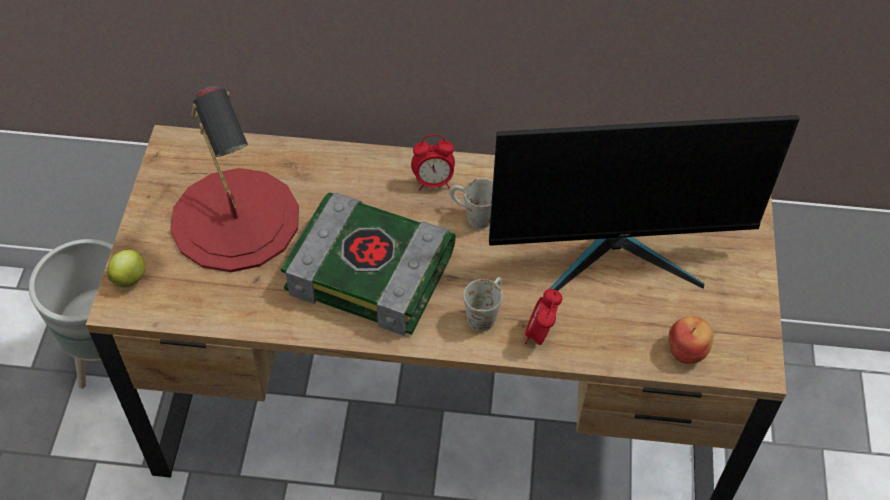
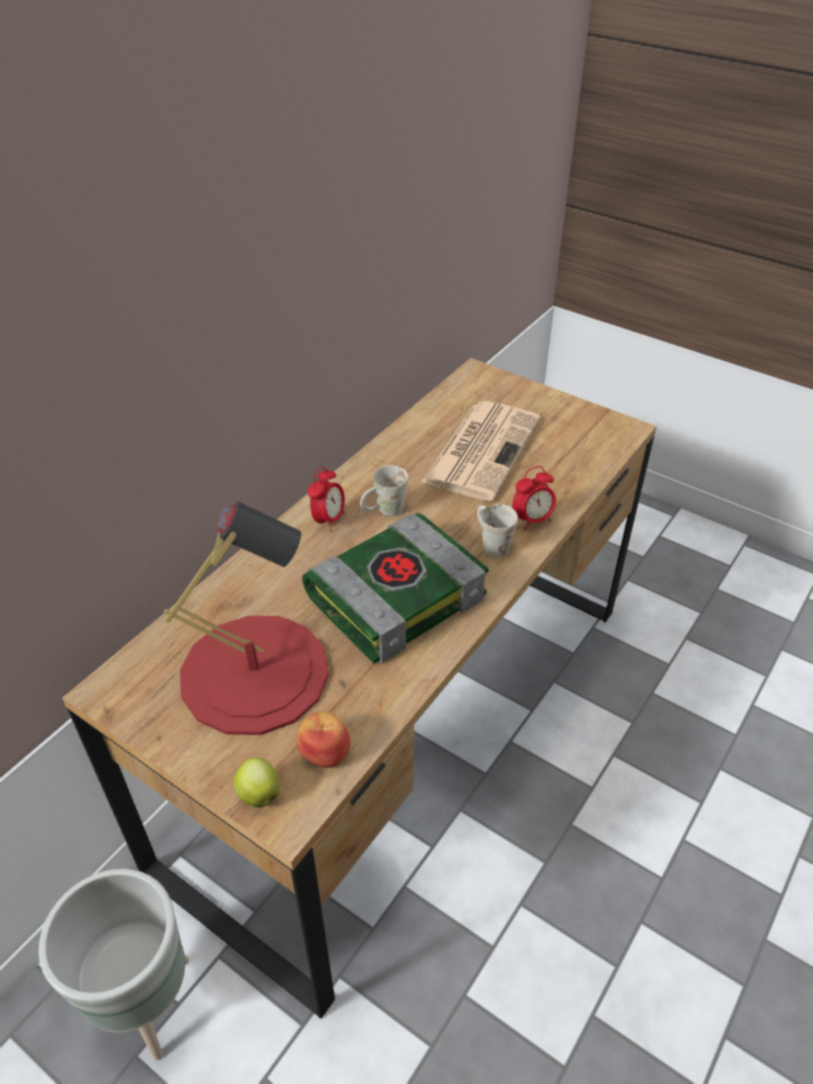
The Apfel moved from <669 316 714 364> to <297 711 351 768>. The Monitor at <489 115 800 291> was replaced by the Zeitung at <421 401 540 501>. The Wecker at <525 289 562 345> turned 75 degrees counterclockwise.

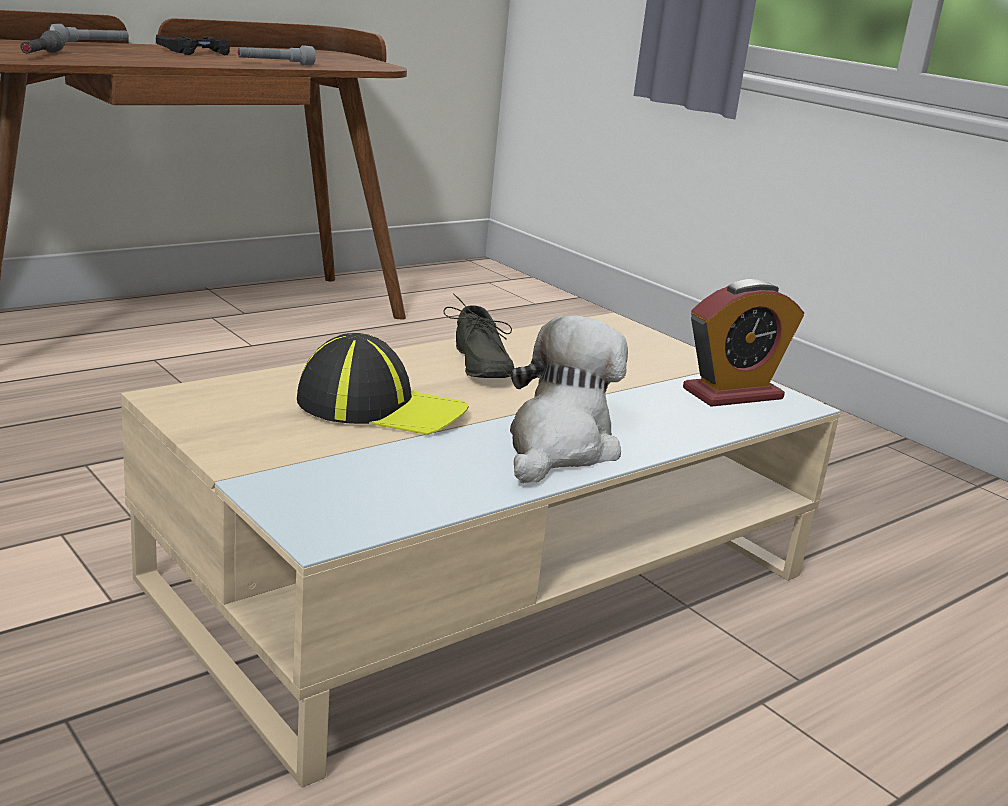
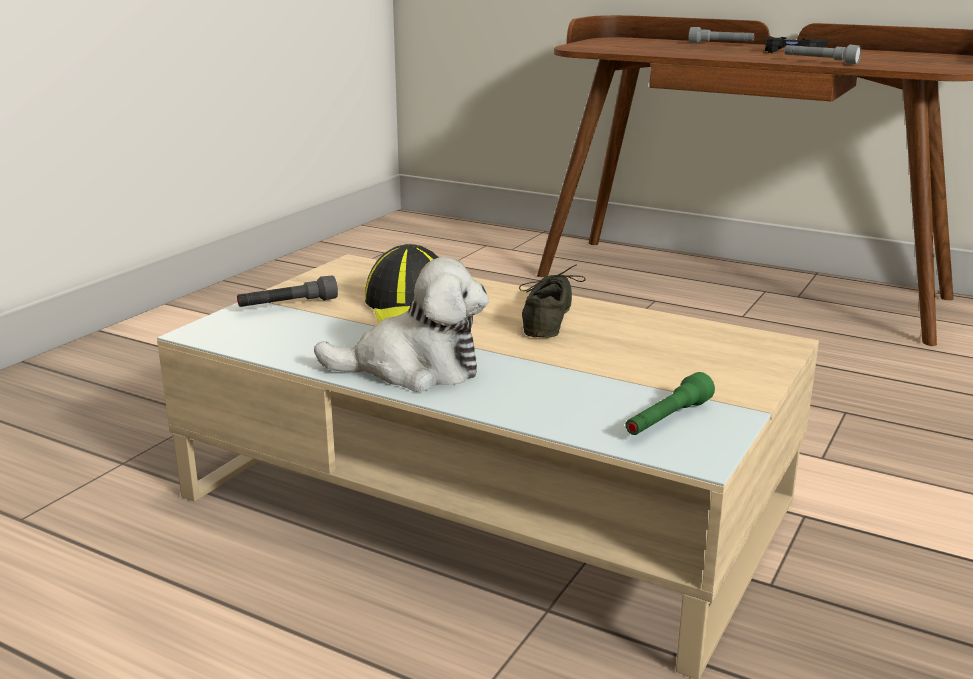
The Taschenlampe (grau) moved from <20 30 65 54> to <237 275 338 307>. The Schuh (grau) at <444 293 514 378> turned 135 degrees clockwise. The Wecker at <683 279 804 407> was replaced by the Taschenlampe (grün) at <625 372 715 435>.

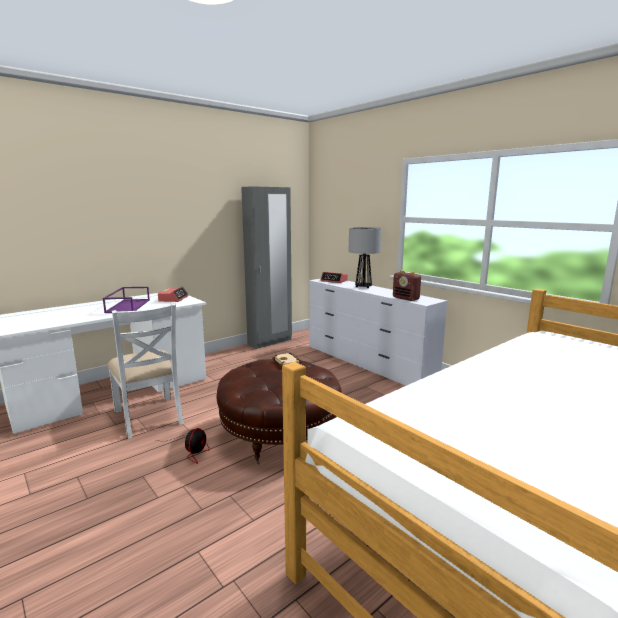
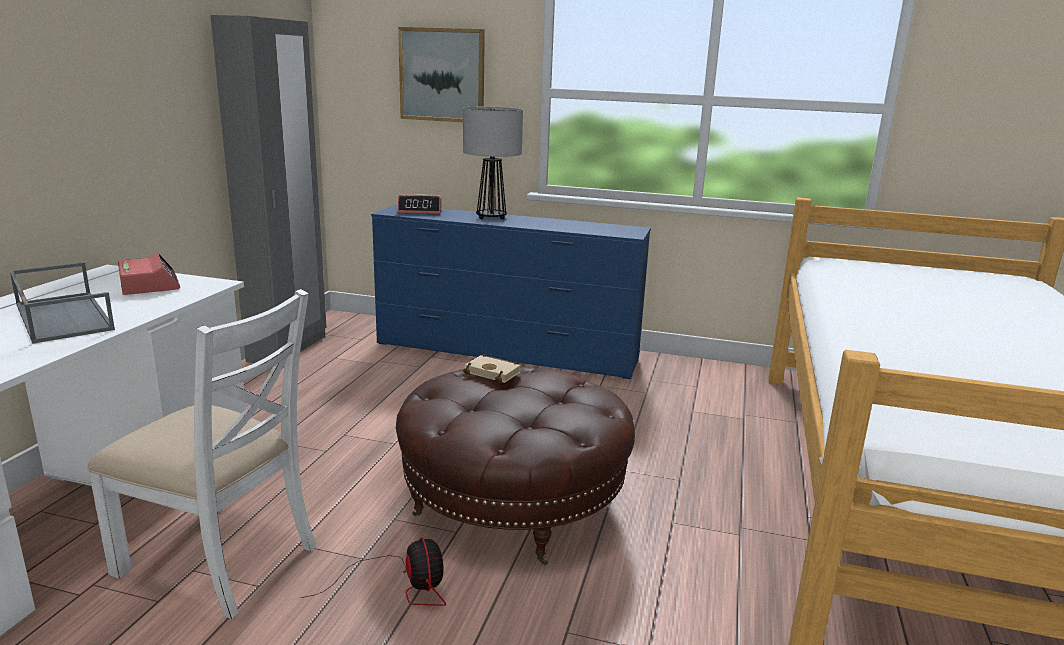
The Tablett (lila) at <103 287 150 313> became the Tablett (grau) at <10 262 115 344>. The Kommode (weiß) at <309 279 448 386> became the Kommode (blau) at <371 205 651 379>. The Bild at <398 27 485 122> appeared. The Radio at <393 270 421 301> disappeared.

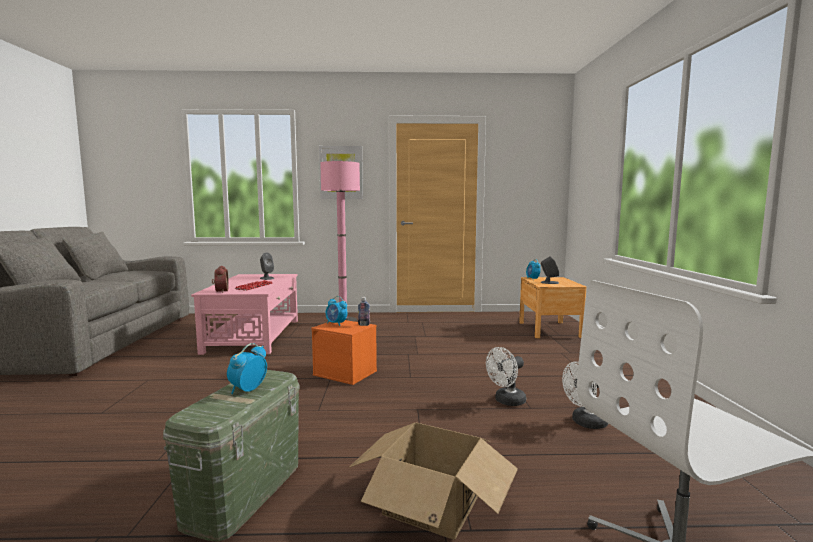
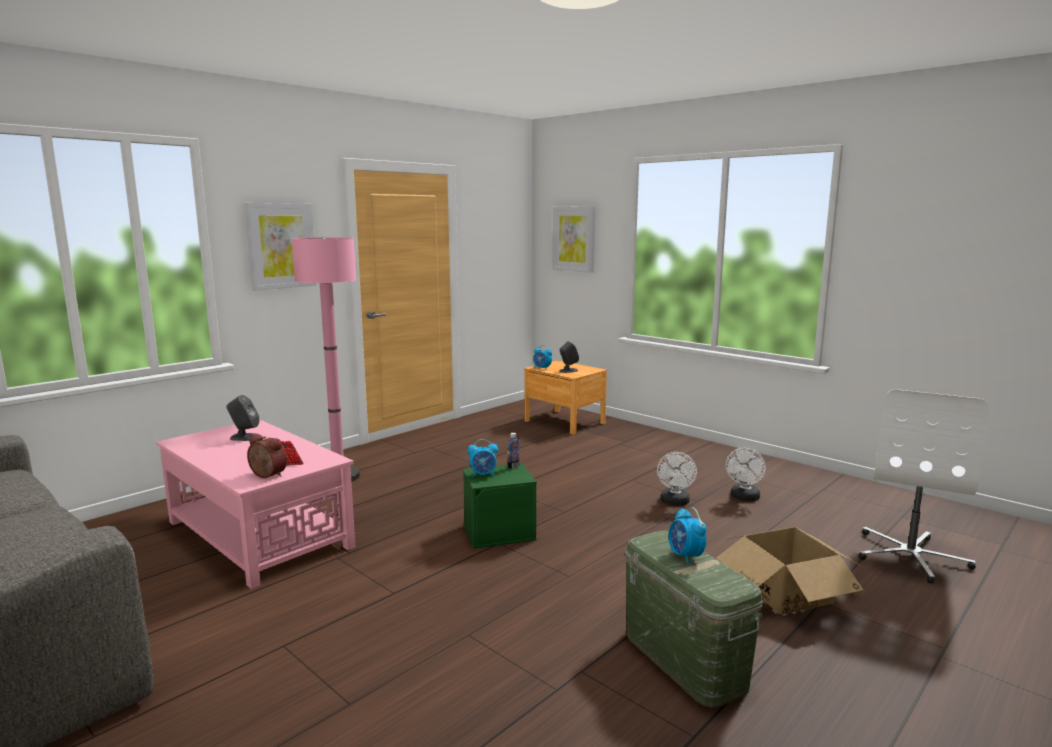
The Aufbewahrungsbox (orange) at <311 320 377 385> became the Aufbewahrungsbox (grün) at <463 463 537 548>. The Bild at <552 206 595 273> appeared.

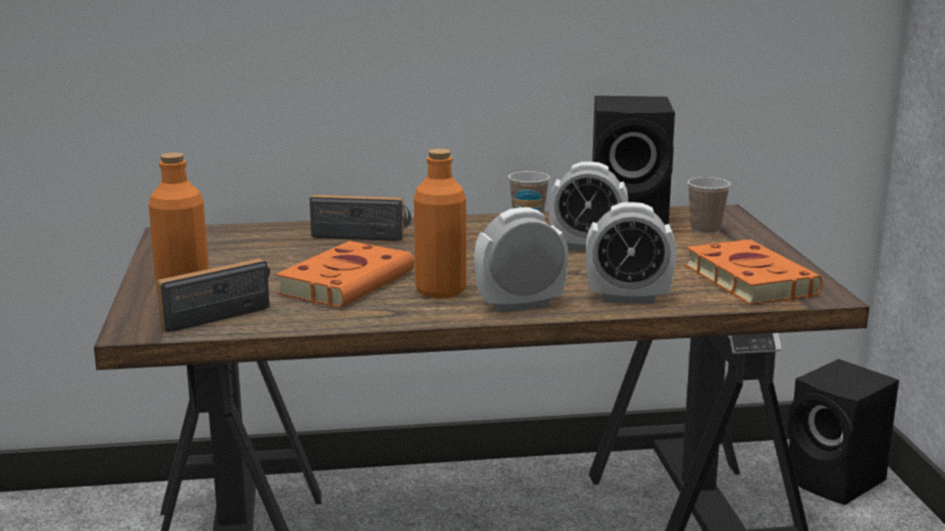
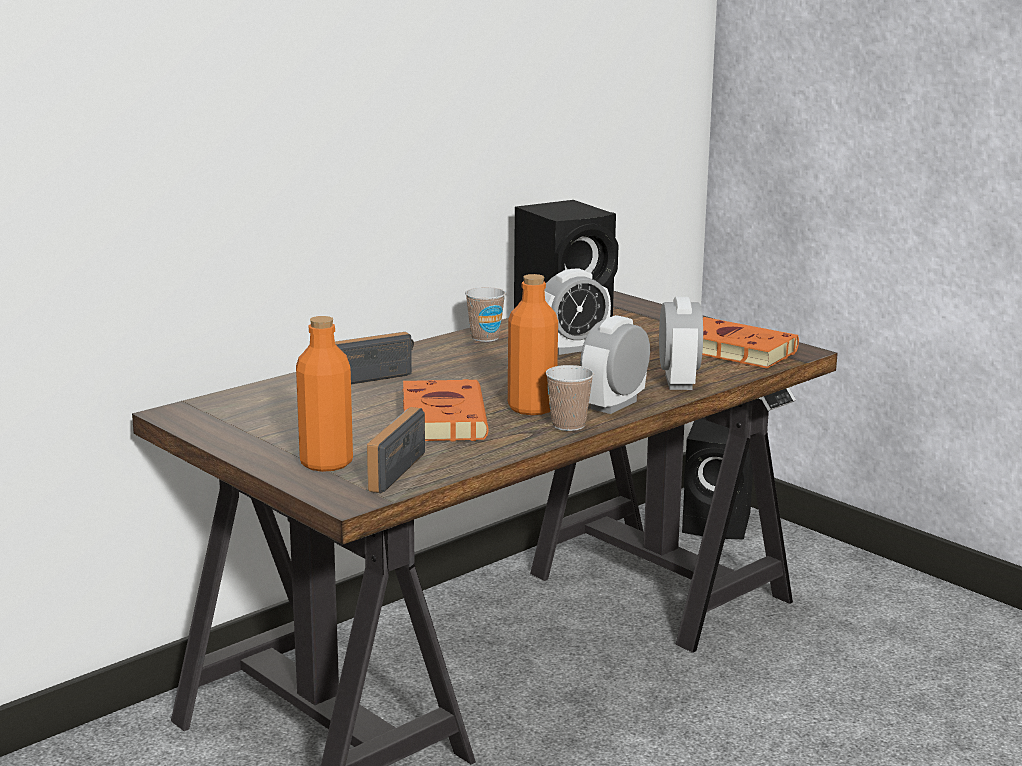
The Tasse moved from <687 177 731 234> to <546 365 594 431>. The Wecker at <586 202 676 304> turned 60 degrees counterclockwise.

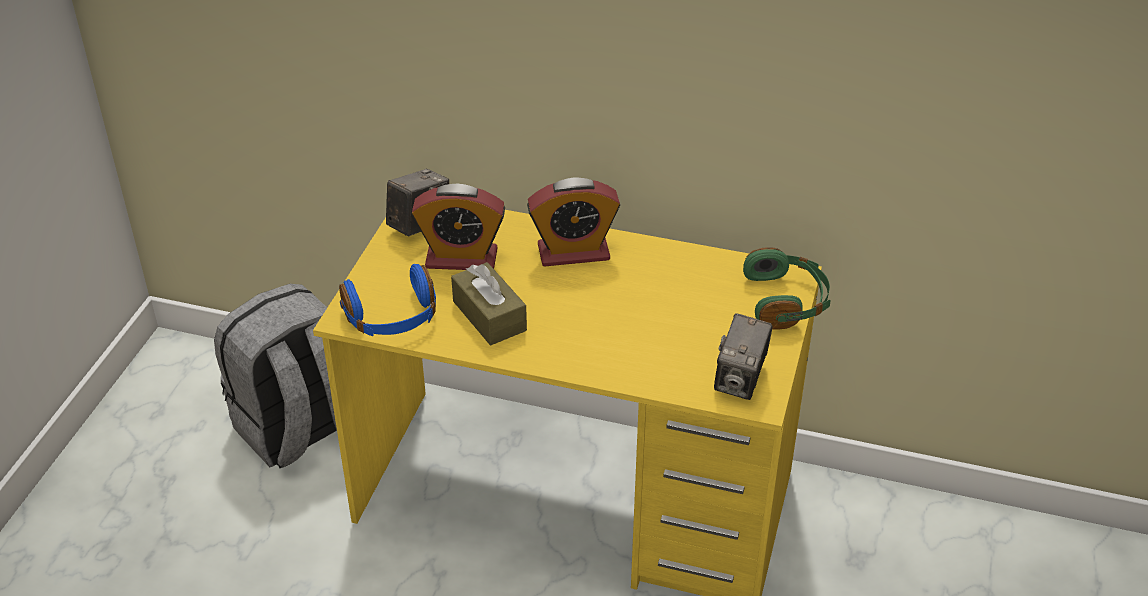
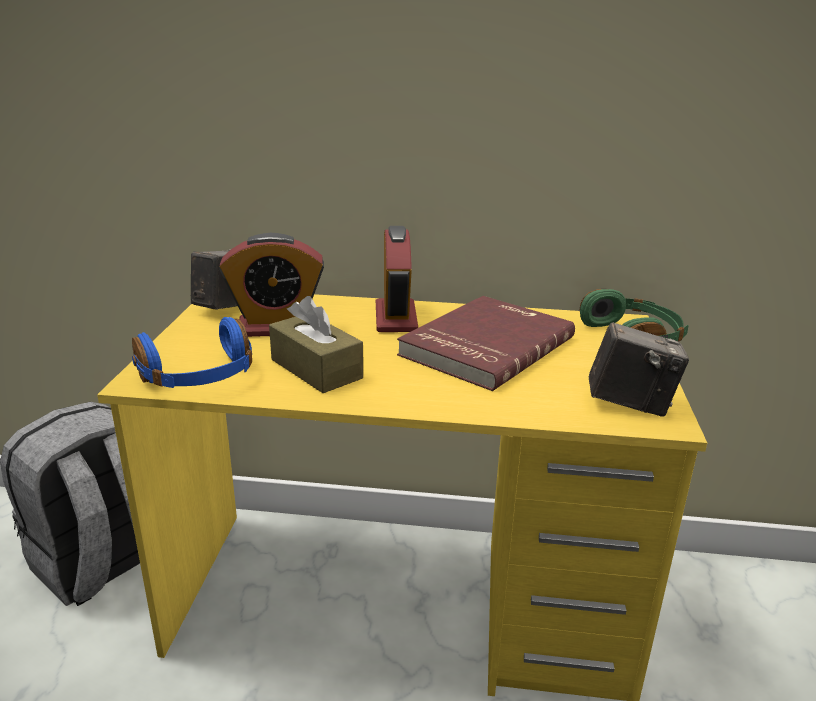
The Wecker at <527 178 620 267> turned 75 degrees counterclockwise. The Buch (rot) at <397 296 575 391> appeared. The Kamera at <714 313 772 400> turned 90 degrees counterclockwise.

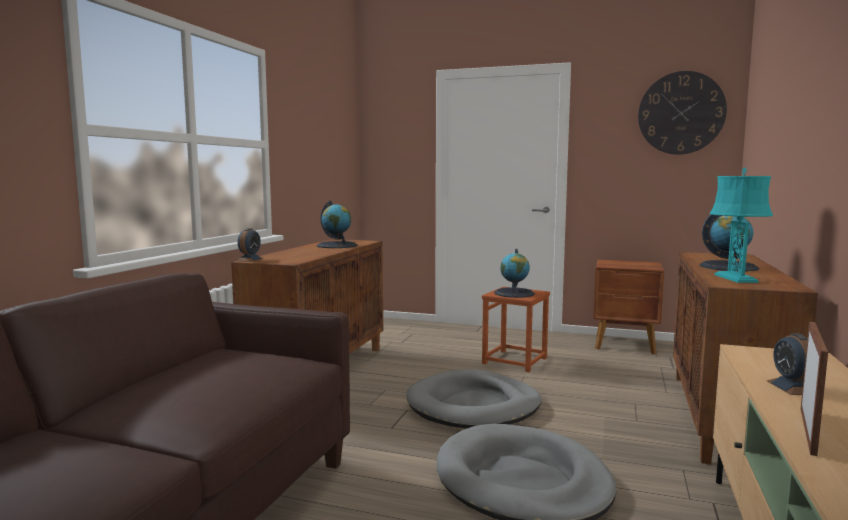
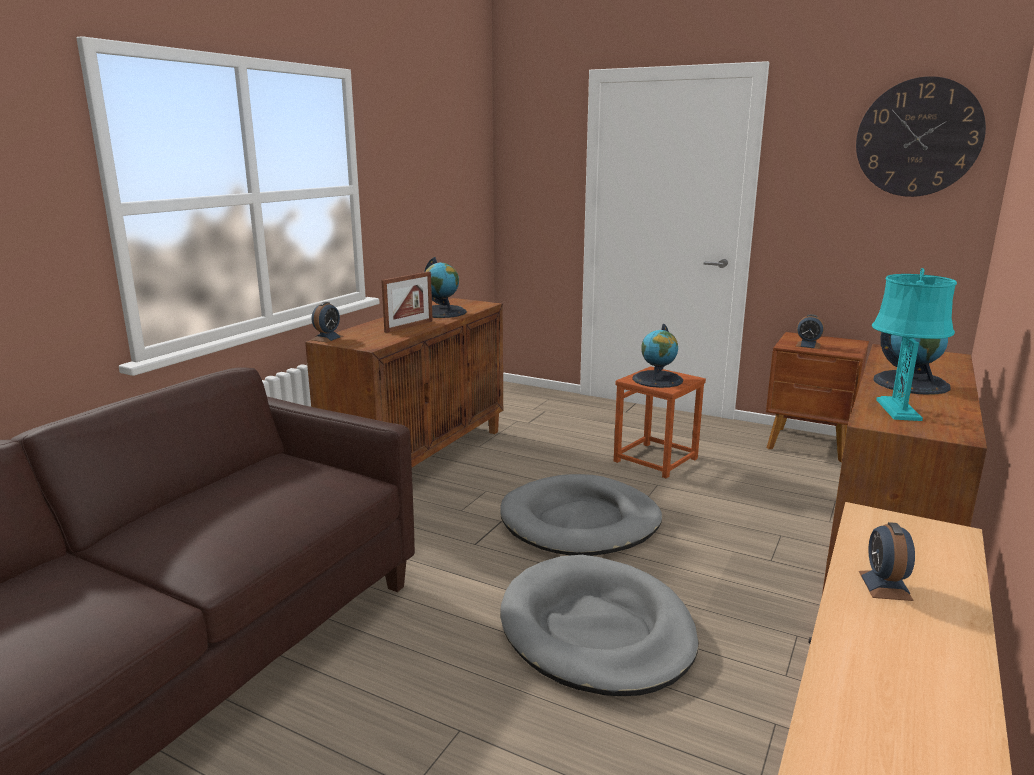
The Bilderrahmen moved from <801 322 828 456> to <381 272 433 333>. The Wecker at <796 314 825 349> appeared.

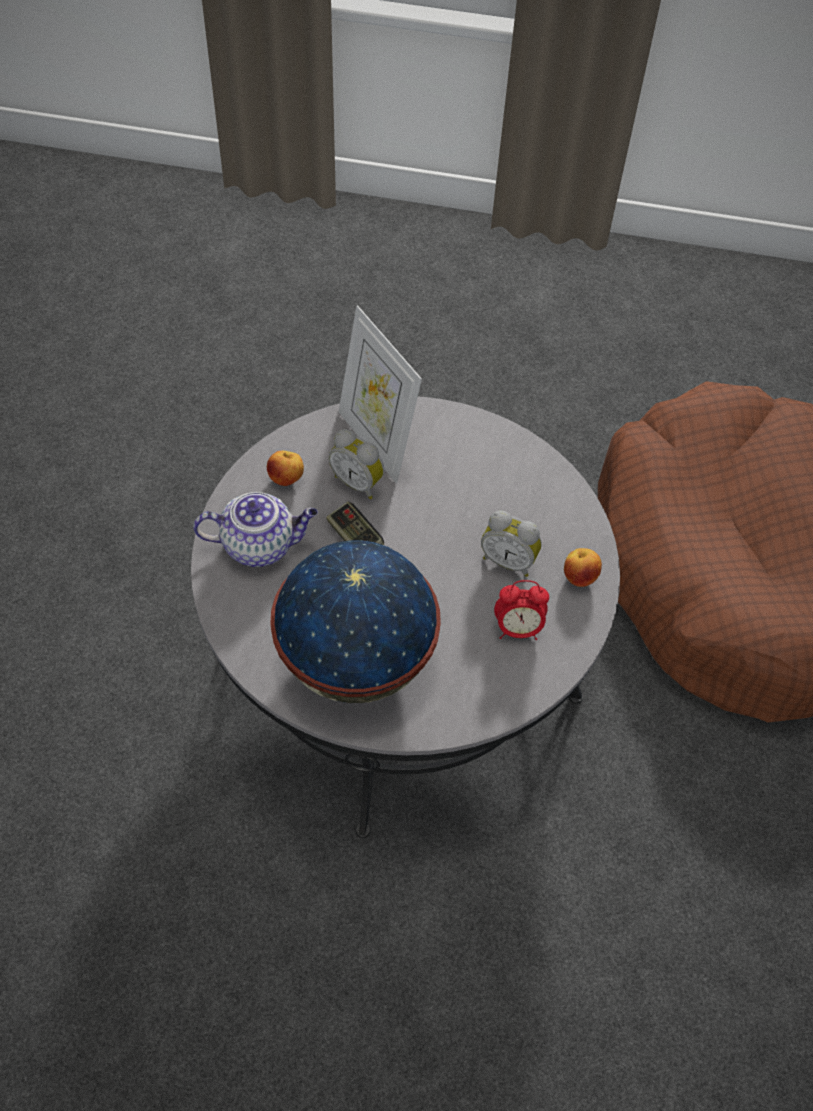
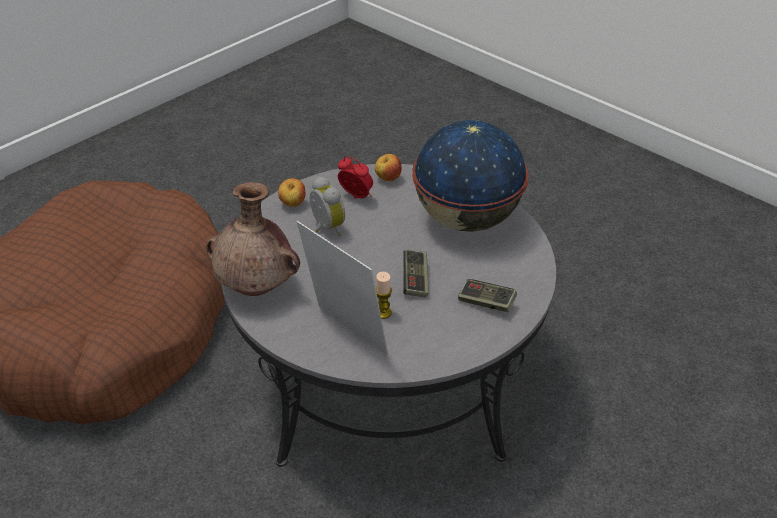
The Vase (braun) at <205 182 300 296> appeared. The Bilderrahmen at <339 305 422 483> turned 45 degrees counterclockwise. The Apfel moved from <267 451 304 486> to <375 154 402 181>. The Wecker at <329 429 384 499> was replaced by the Kerze at <376 272 392 319>. The Teekanne at <193 492 318 567> was replaced by the Gamepad at <458 279 517 312>.

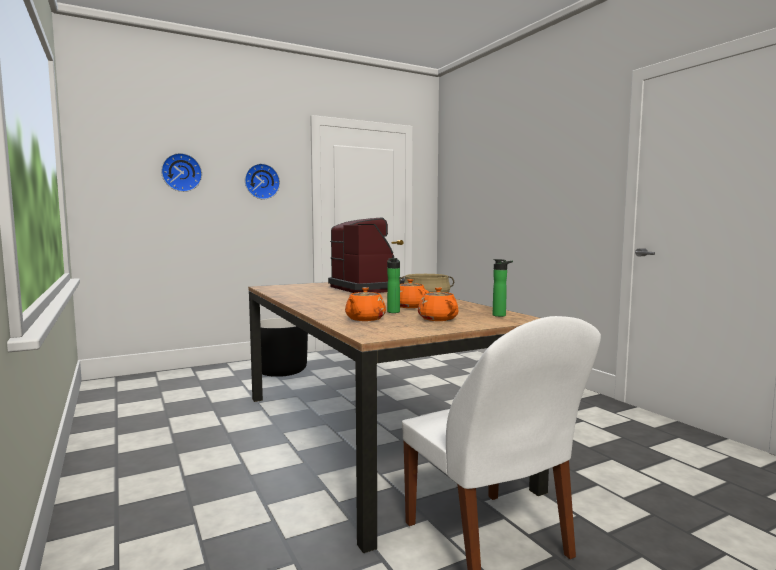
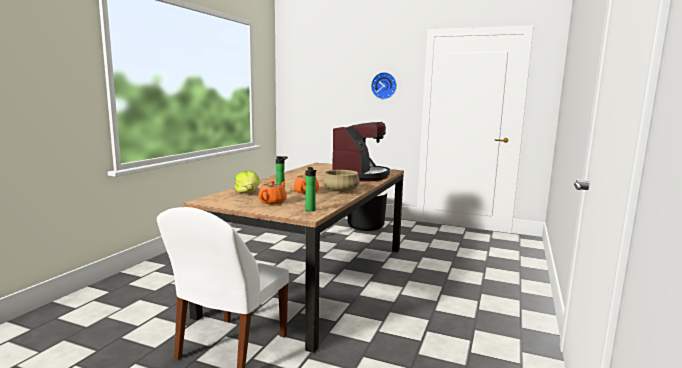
The Teekanne (orange) at <345 287 386 321> was replaced by the Salatkopf at <234 171 260 193>. The Wanduhr at <161 153 202 192> disappeared.

